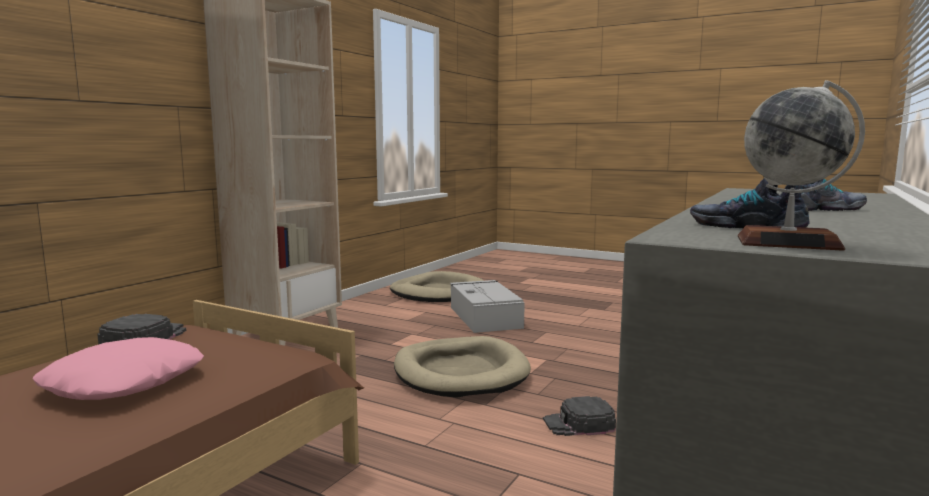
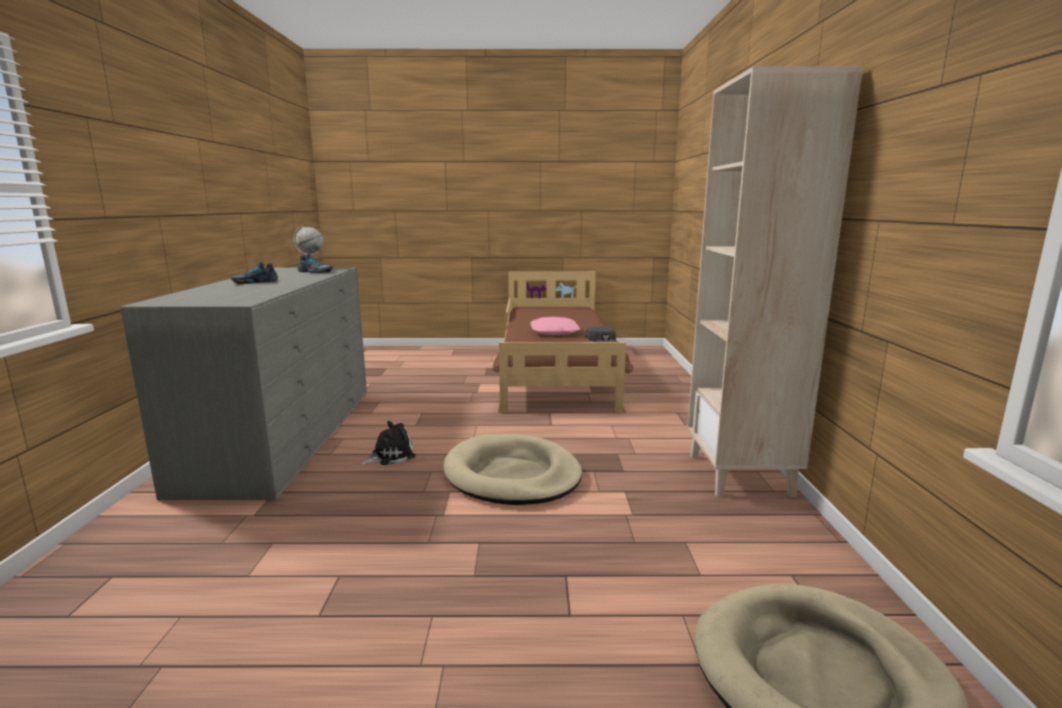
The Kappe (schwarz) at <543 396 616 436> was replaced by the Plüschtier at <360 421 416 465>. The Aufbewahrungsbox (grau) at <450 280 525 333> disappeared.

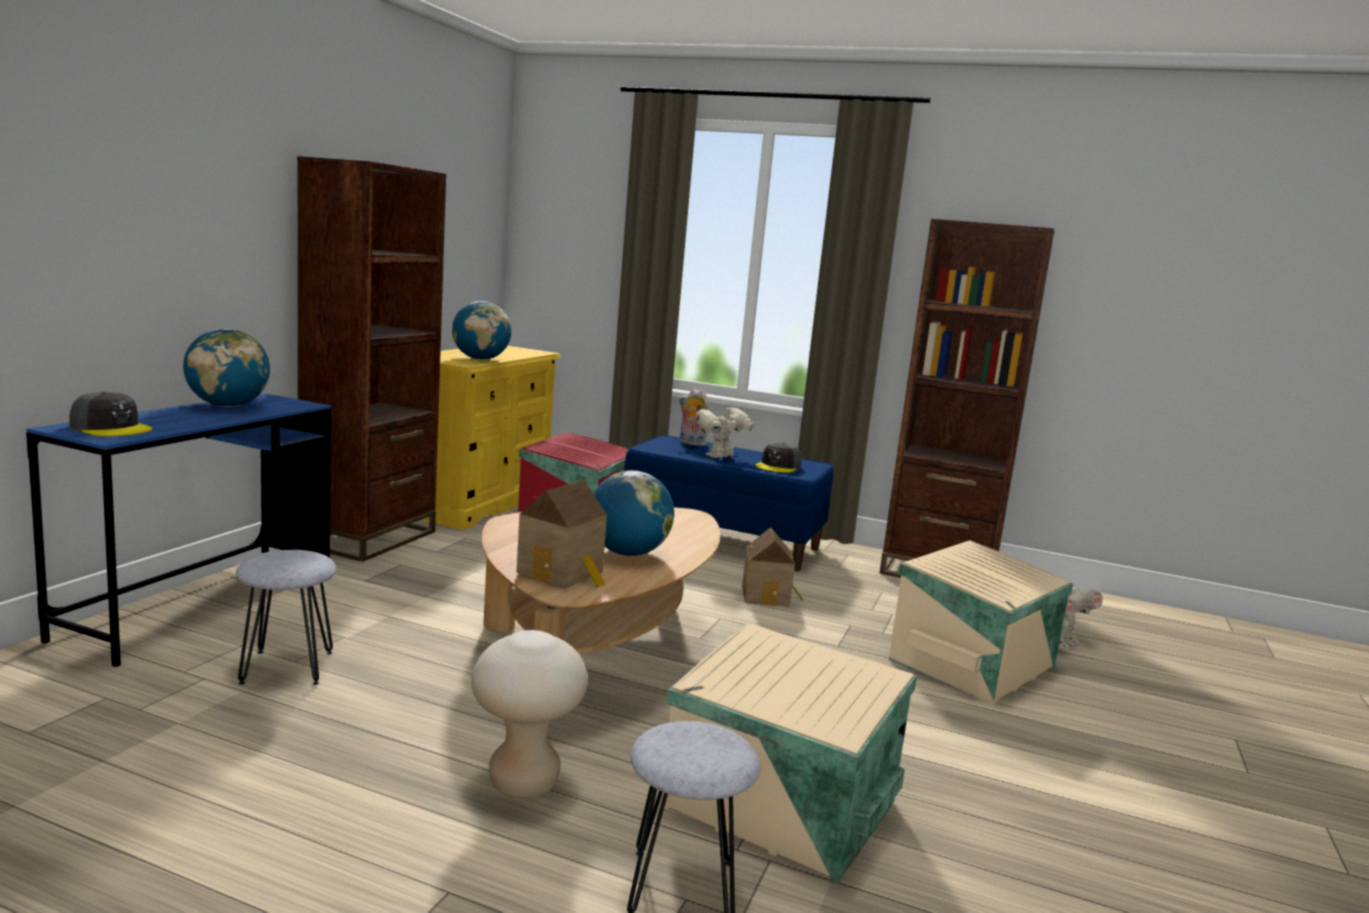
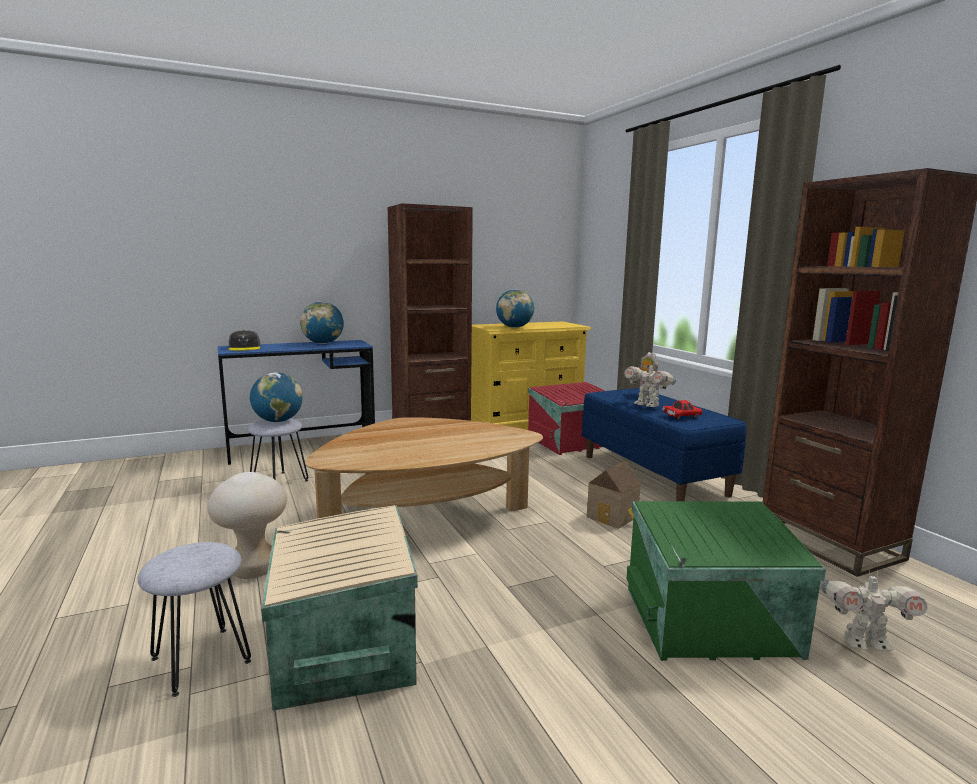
The Globus moved from <594 470 674 556> to <250 372 303 422>. The Spielzeugroboter at <695 404 756 458> turned 135 degrees counterclockwise. The Aufbewahrungsbox (beige) at <889 540 1073 705> became the Aufbewahrungsbox (grün) at <627 501 826 661>. The Kappe (grau) at <755 442 801 473> was replaced by the Spielzeugauto (rot) at <662 400 703 419>. The Spielzeughaus at <516 480 607 589> disappeared.

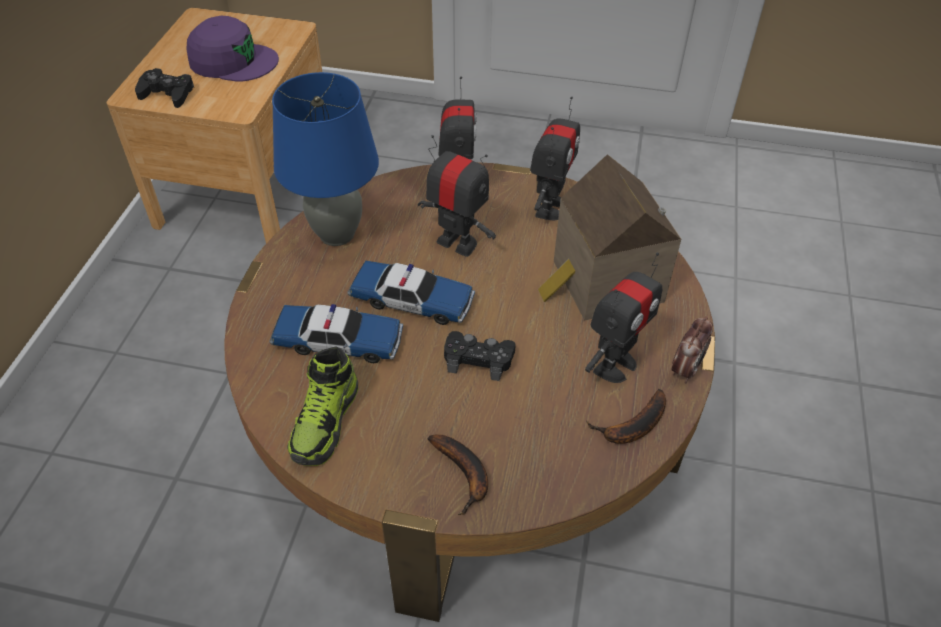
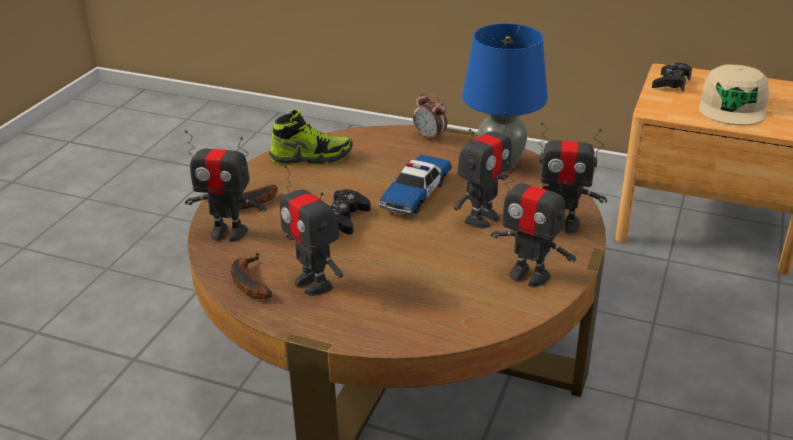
The Spielzeugroboter at <185 130 267 242> appeared. The Schuh at <287 346 358 466> turned 150 degrees clockwise. The Wecker moved from <671 316 713 383> to <413 92 448 142>. The Kappe (lila) at <187 16 279 81> became the Kappe (beige) at <699 65 769 125>. The Spielzeugauto at <270 304 403 363> disappeared. The Spielzeughaus at <538 154 681 320> disappeared.

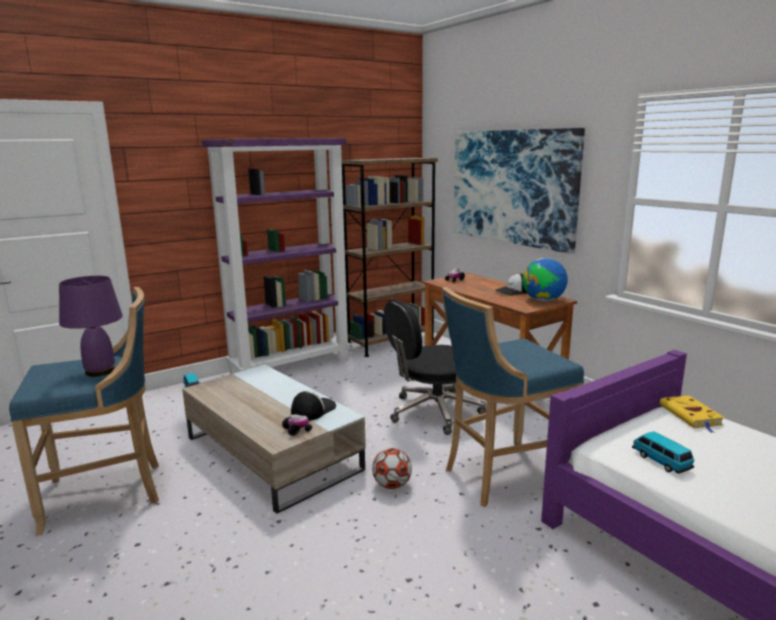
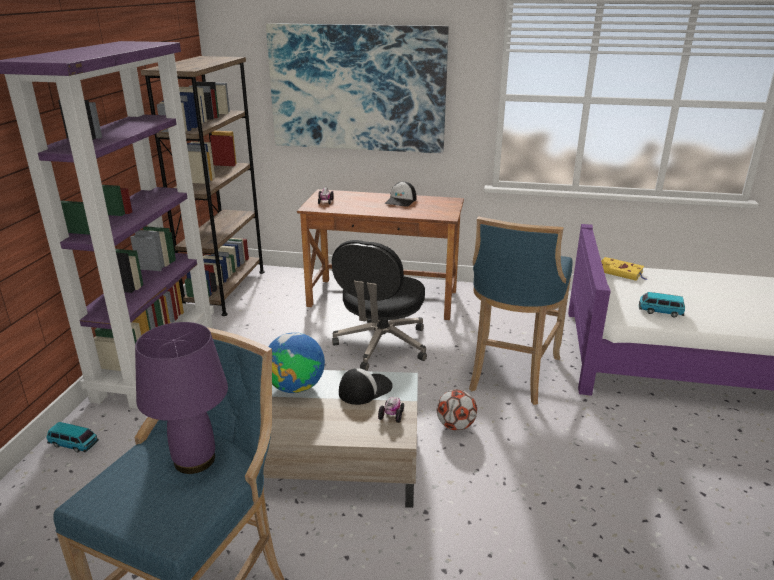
The Globus moved from <523 258 568 301> to <268 332 325 393>. The Kappe at <291 391 336 421> turned 60 degrees clockwise.

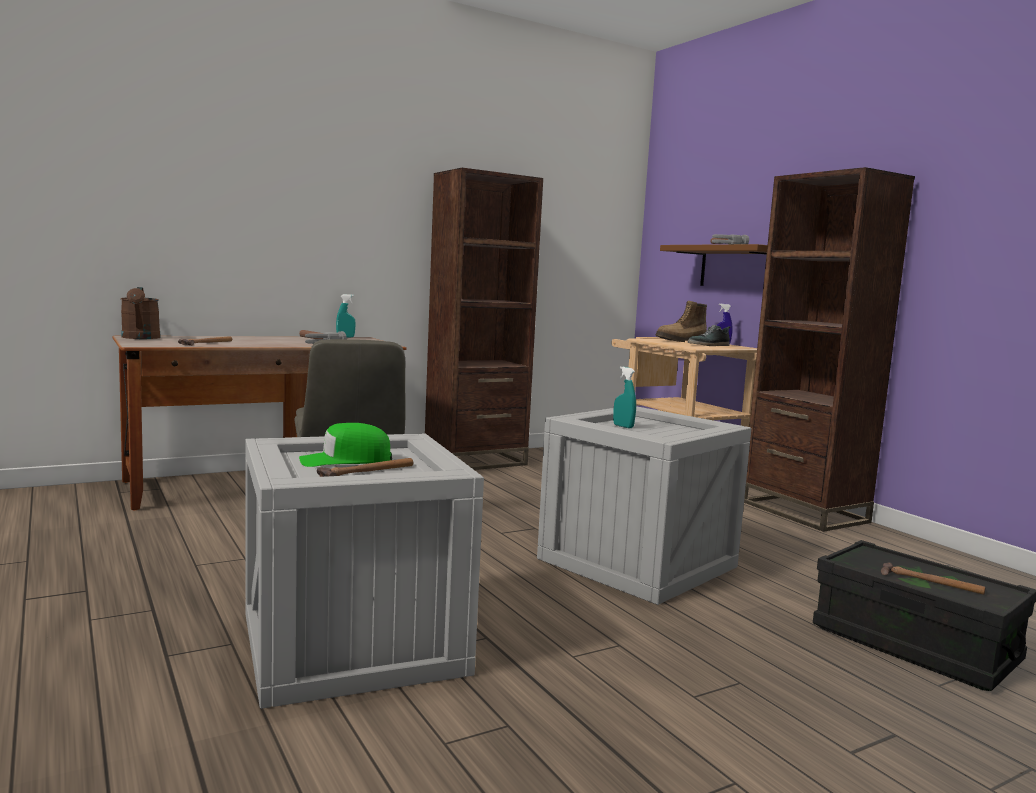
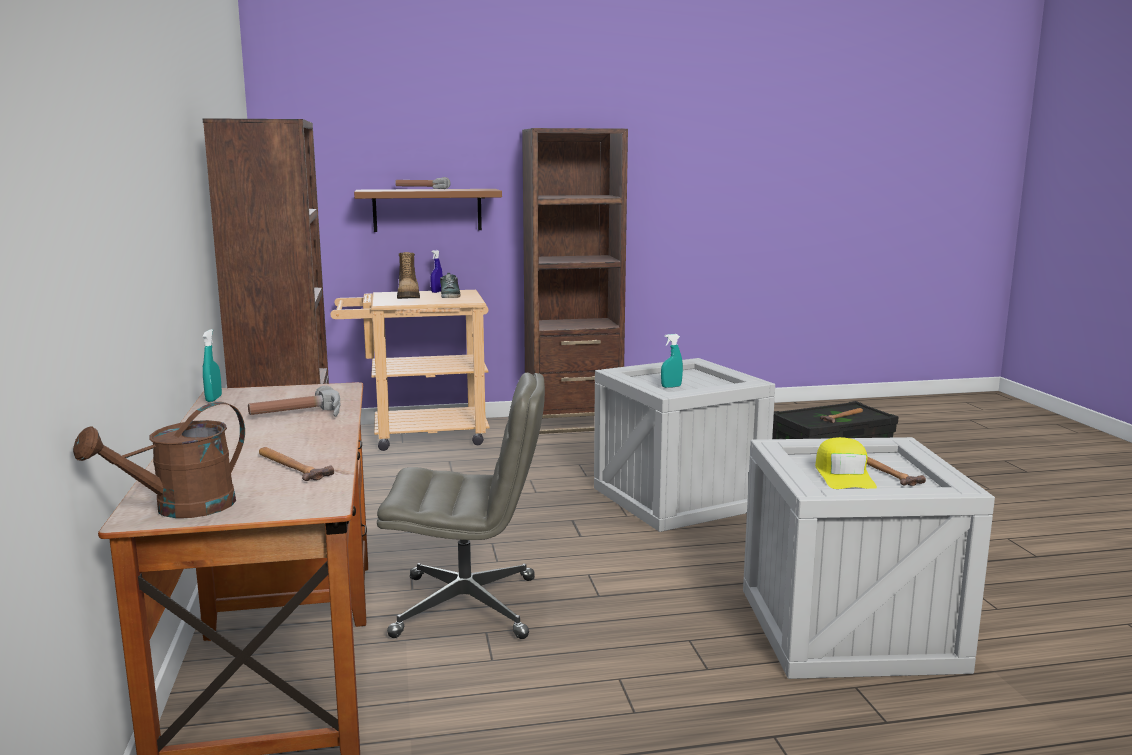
The Gießkanne (braun) at <121 287 160 339> turned 135 degrees clockwise. The Kappe (grün) at <299 423 392 467> became the Kappe (gelb) at <815 437 877 489>.

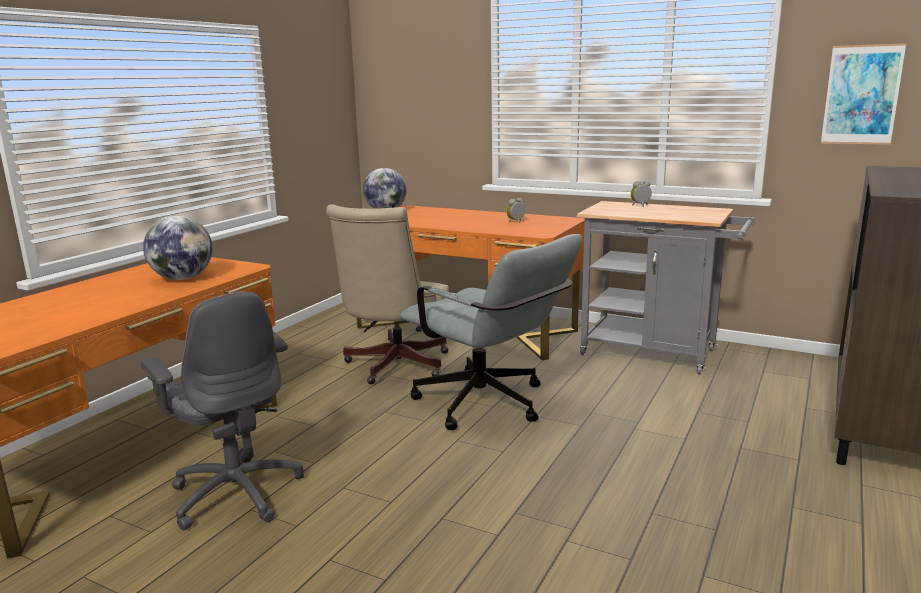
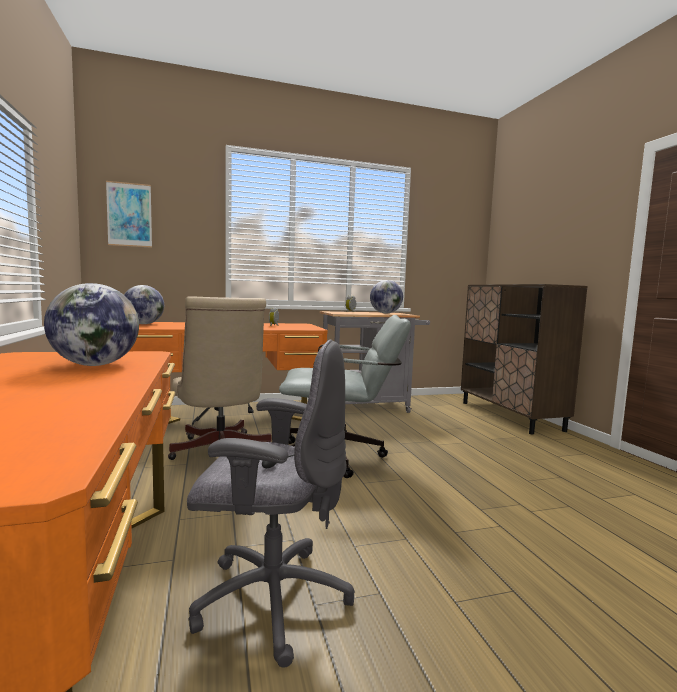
The Bild moved from <821 43 906 145> to <106 181 152 248>. The Globus at <370 280 403 313> appeared.

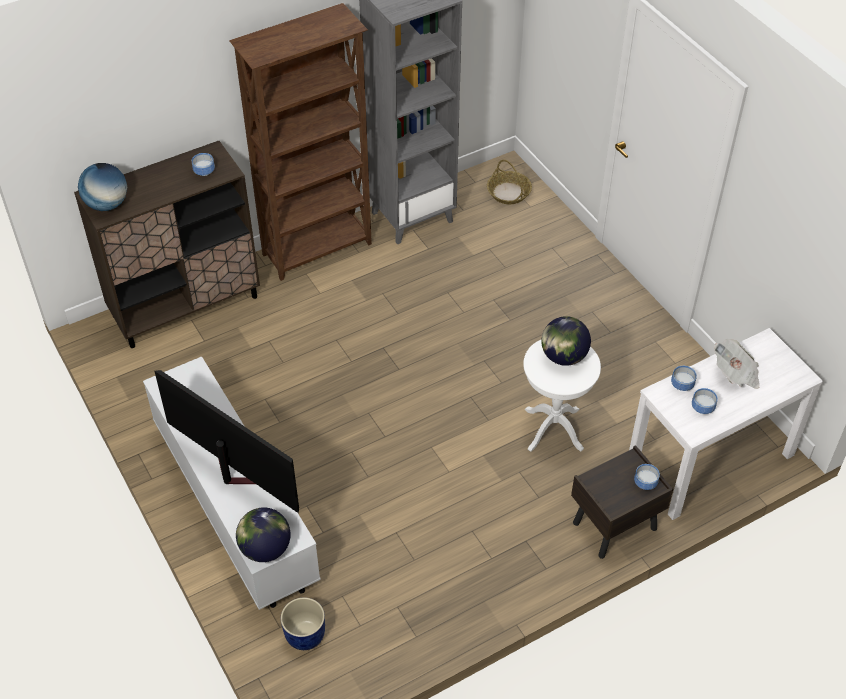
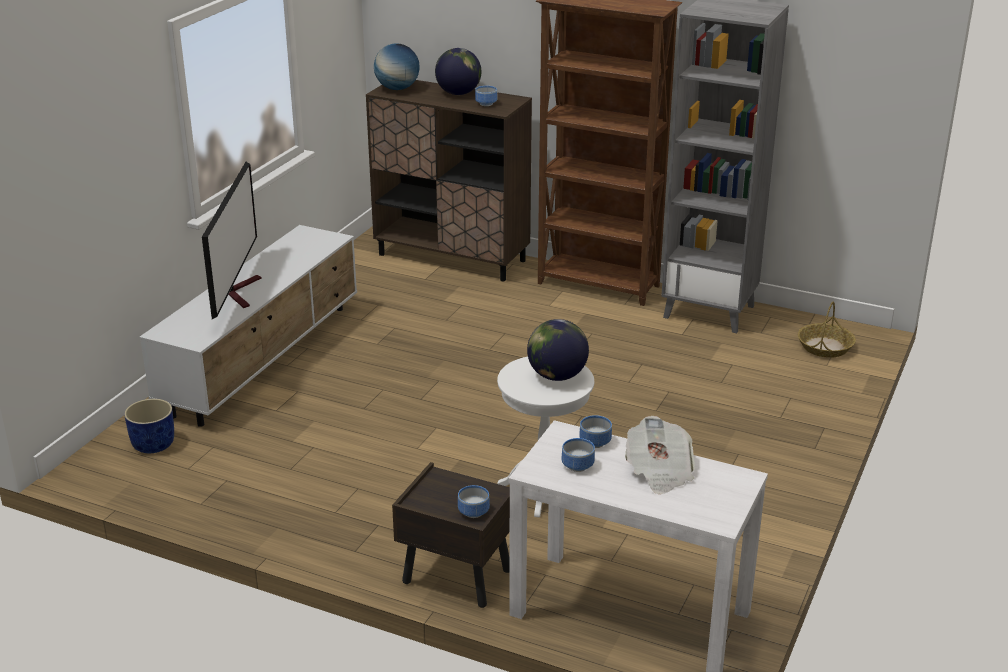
The Globus moved from <236 507 291 562> to <435 48 481 95>.

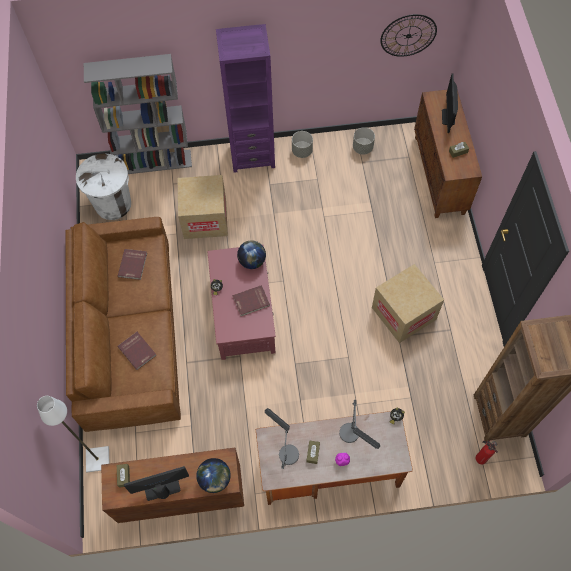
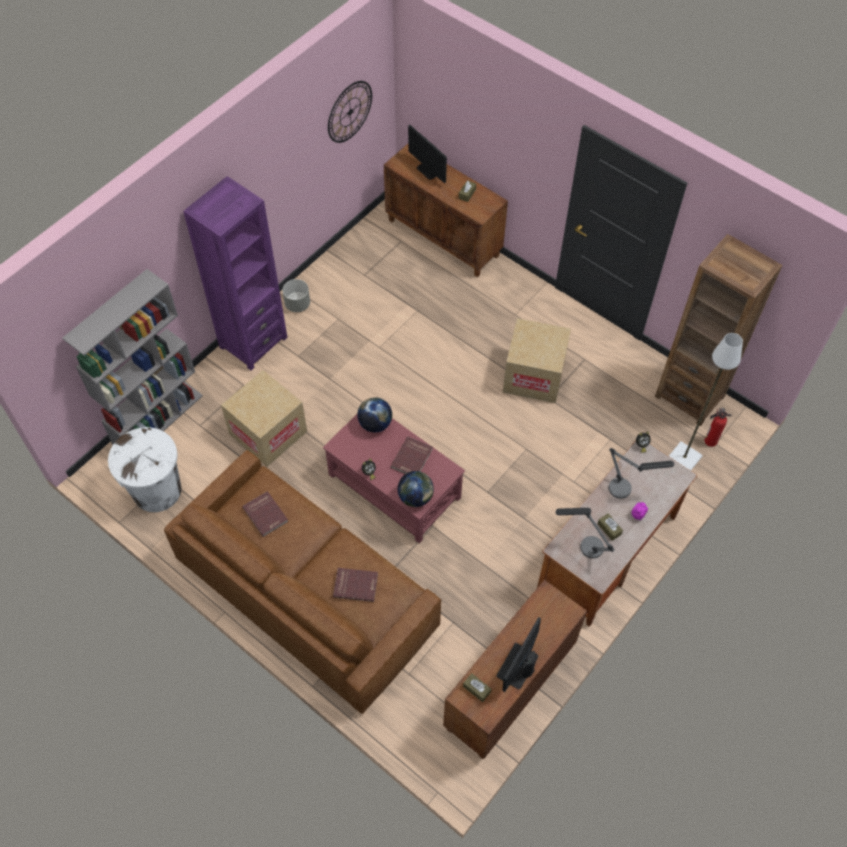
The Globus moved from <196 458 231 493> to <398 471 434 507>. The Stehlampe (weiß) moved from <37 396 110 472> to <669 333 743 471>. The Pflanzkübel (grau) at <353 127 375 155> disappeared.

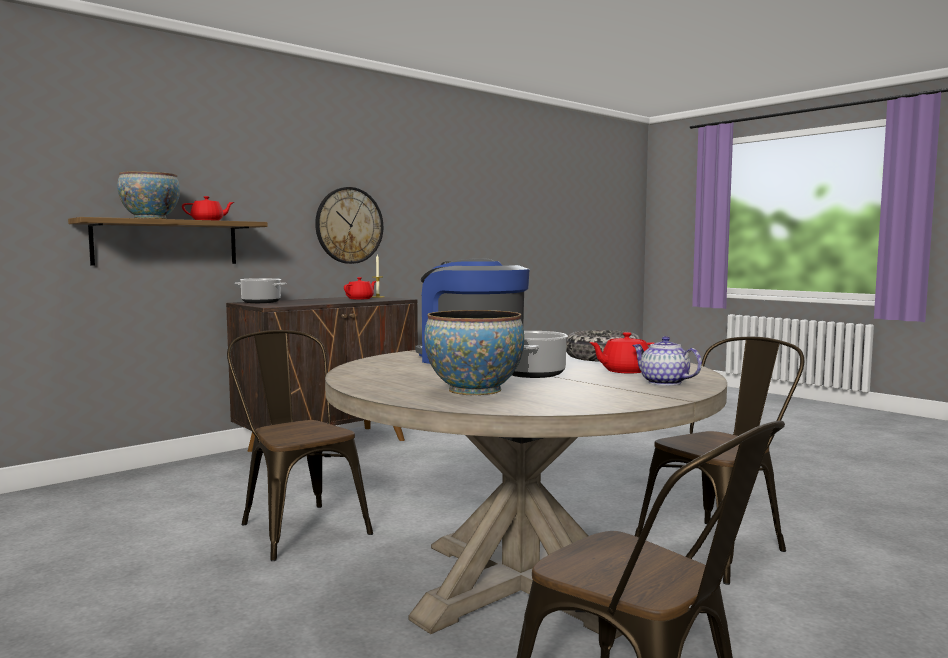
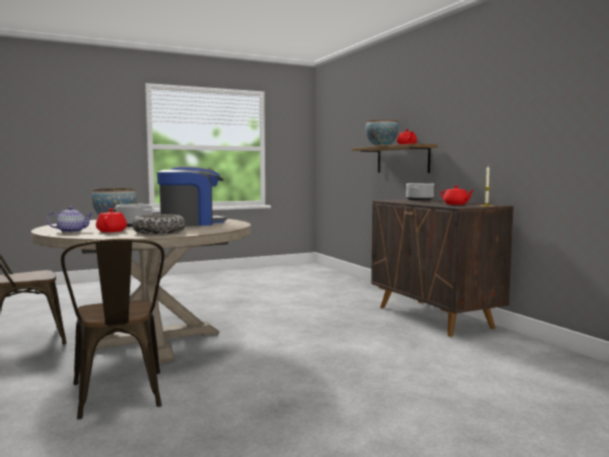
The Stuhl (braun) at <227 330 373 561> disappeared. The Wanduhr at <315 187 383 264> disappeared.

